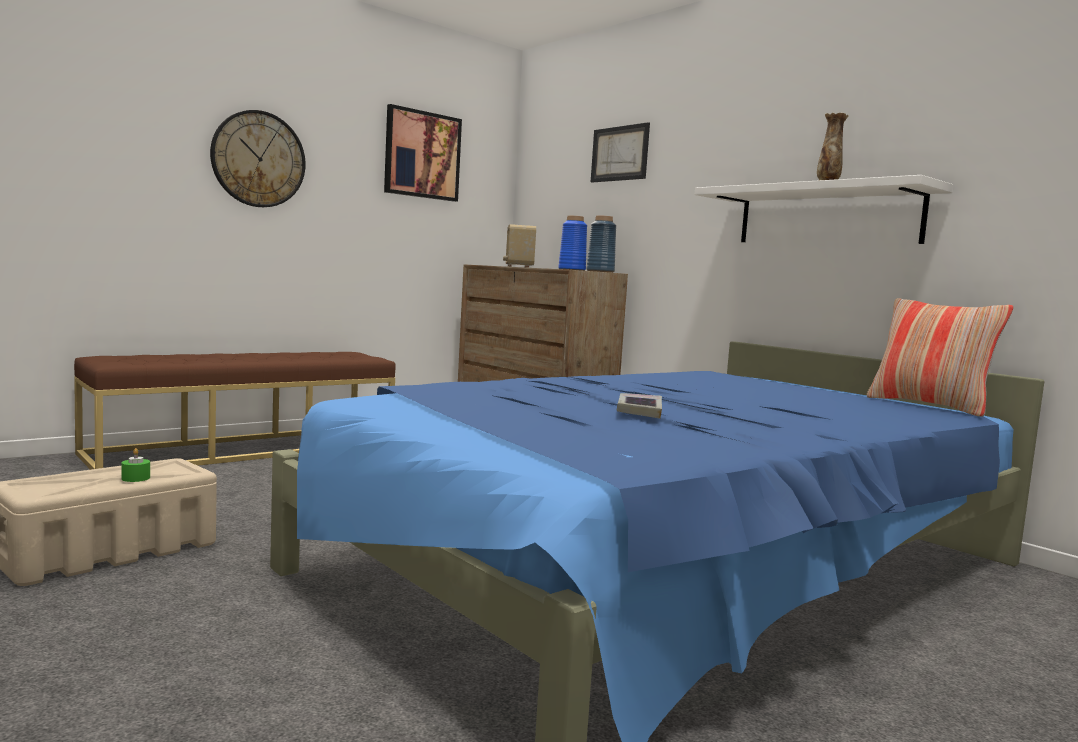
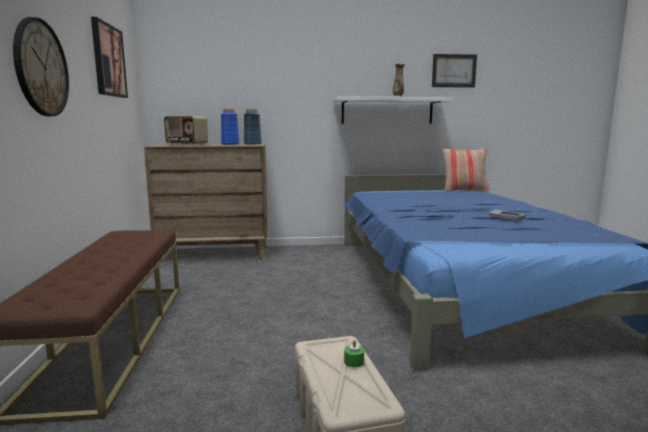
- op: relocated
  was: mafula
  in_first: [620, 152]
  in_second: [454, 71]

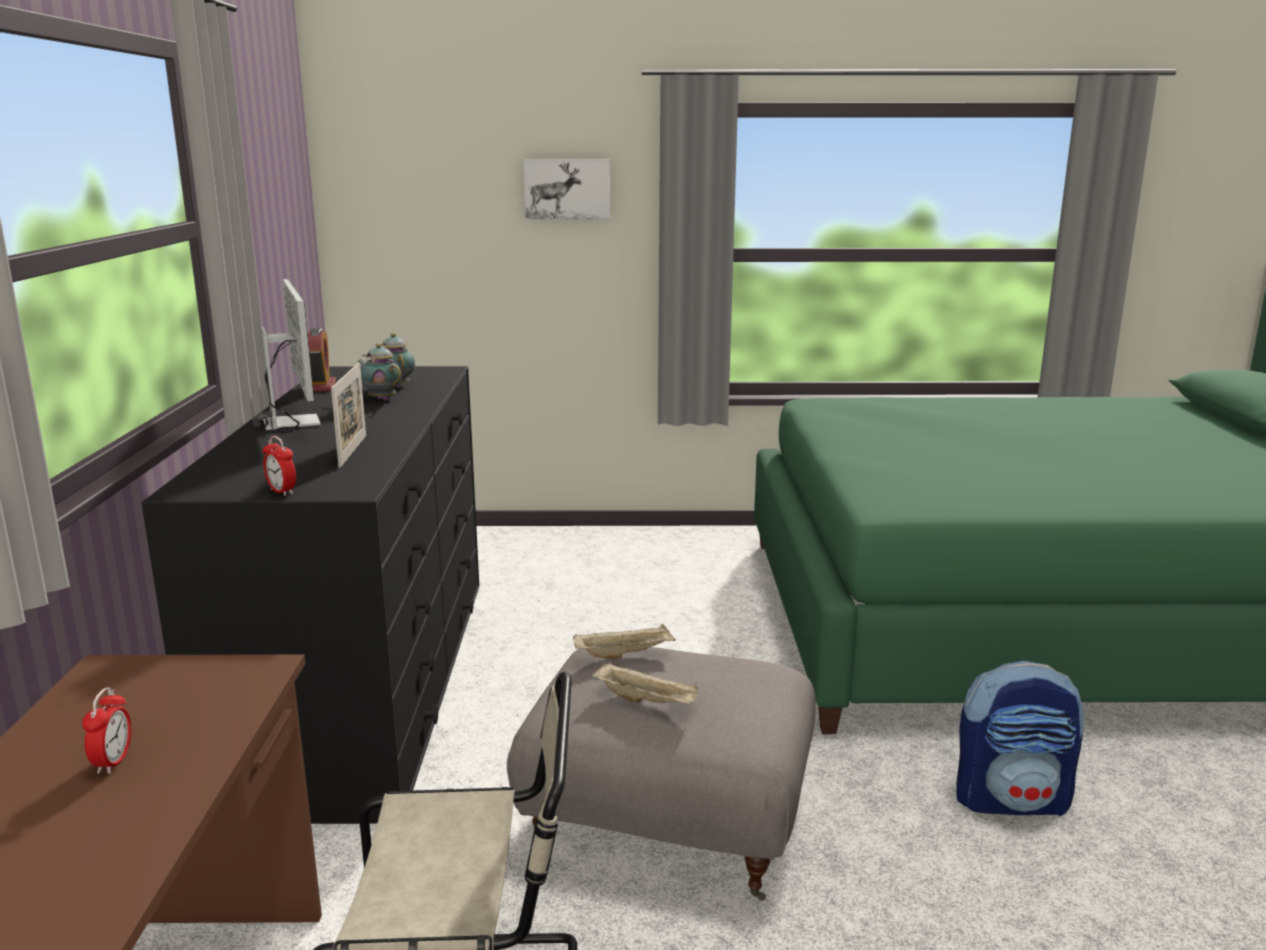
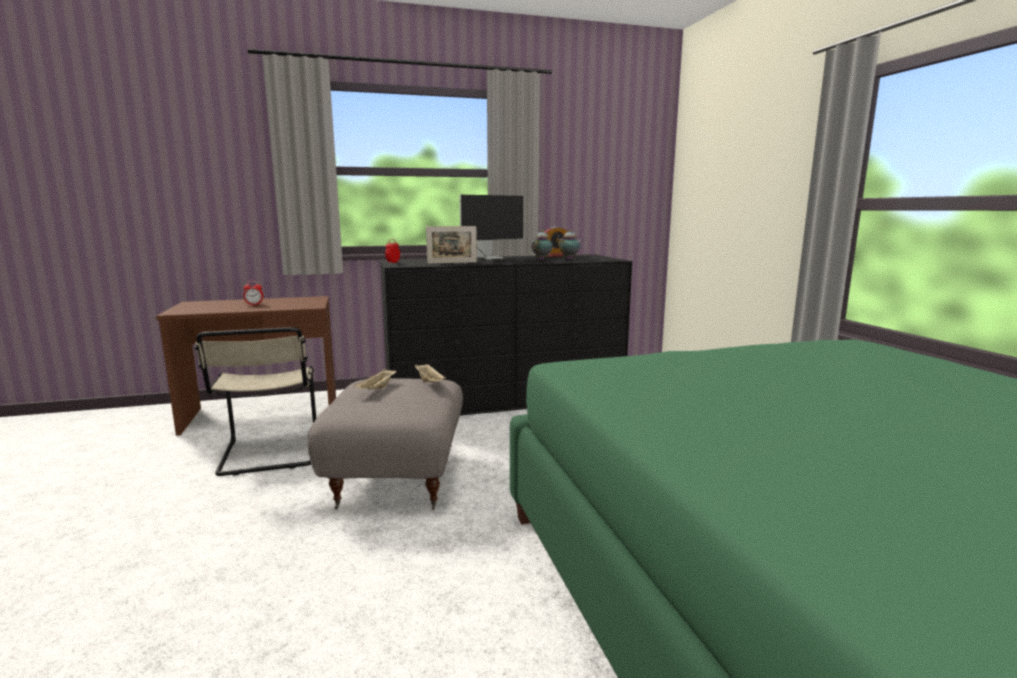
- op: missing
  was: mafula
  in_first: [567, 189]
- op: missing
  was: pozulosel
  in_first: [1020, 738]

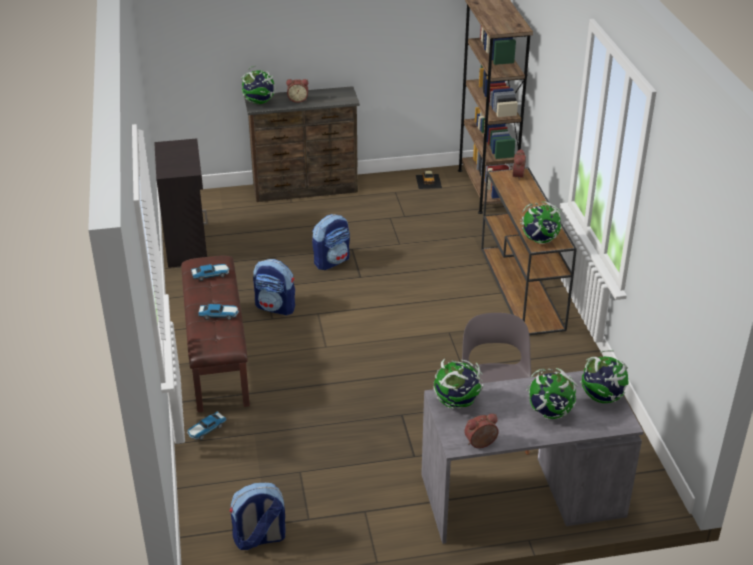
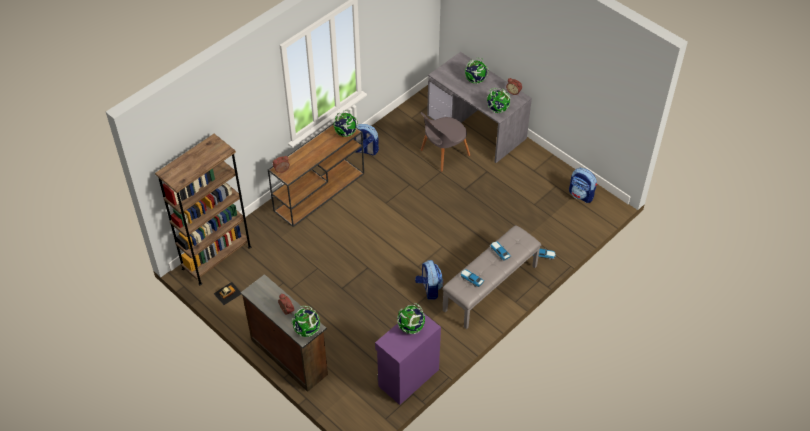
- op: colour
  was: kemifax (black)
  now: kemifax (purple)
  in_first: [181, 203]
  in_second: [408, 356]
- op: relocated
  was: pozulosel
  in_first: [331, 242]
  in_second: [366, 139]
- op: colour
  was: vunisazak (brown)
  now: vunisazak (grey)
  in_first: [215, 334]
  in_second: [491, 277]
- op: relocated
  was: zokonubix
  in_first: [604, 376]
  in_second: [411, 318]

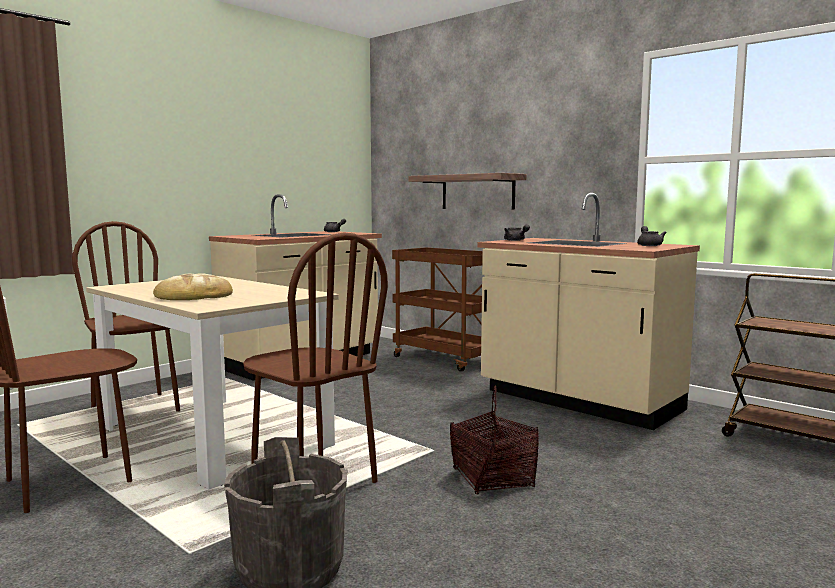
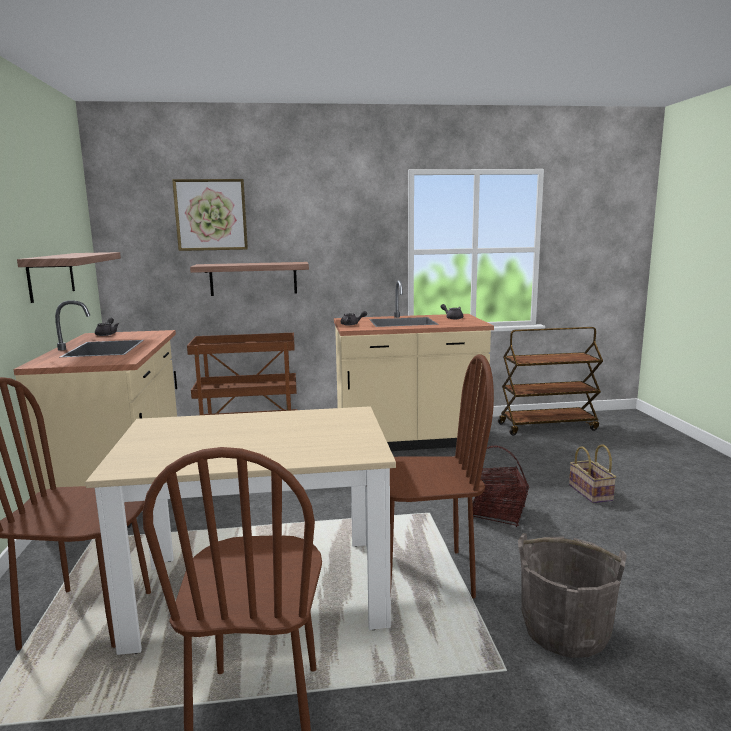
- op: missing
  was: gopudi
  in_first: [193, 286]
- op: appeared
  now: mafula
  in_second: [210, 215]
- op: appeared
  now: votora
  in_second: [69, 277]
- op: appeared
  now: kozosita
  in_second: [592, 473]

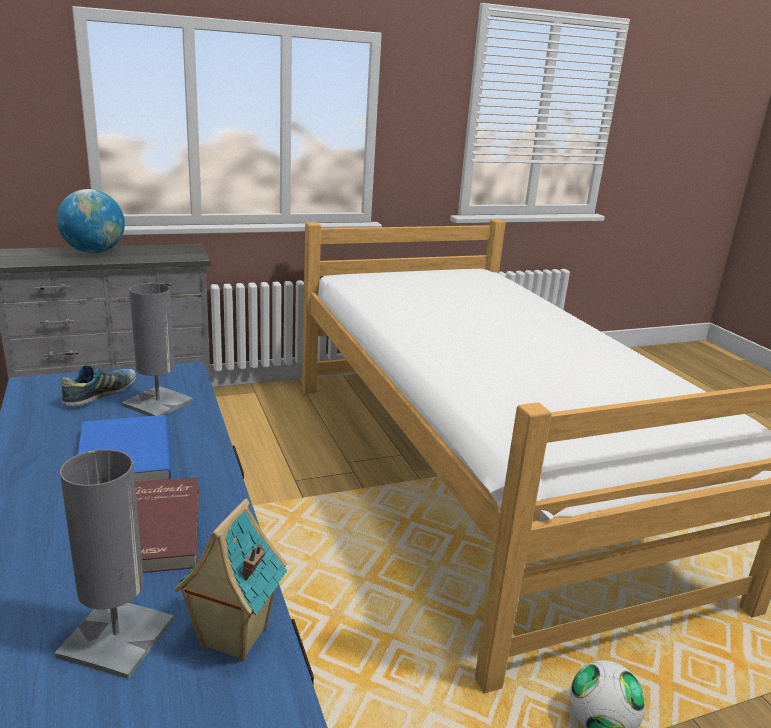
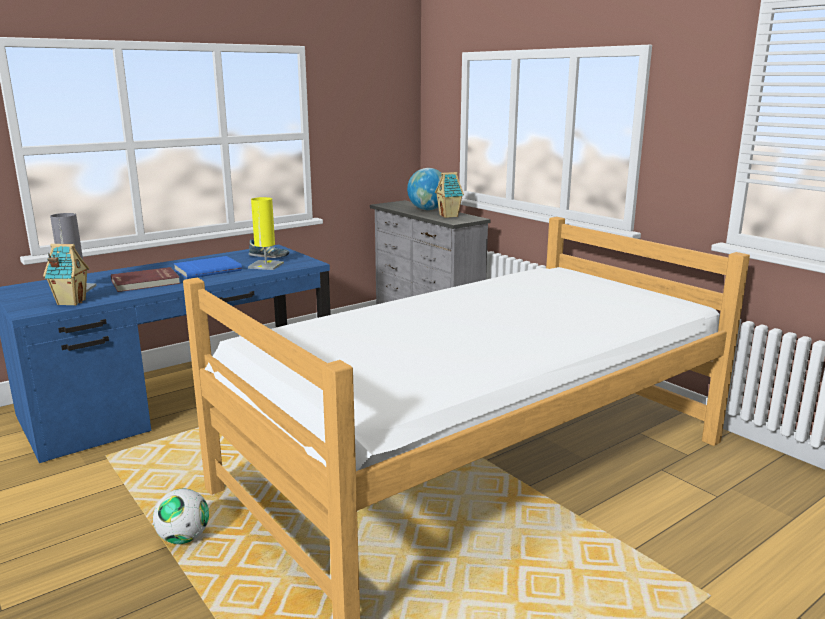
- op: colour
  was: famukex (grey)
  now: famukex (yellow)
  in_first: [157, 349]
  in_second: [266, 233]
- op: appeared
  now: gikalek
  in_second: [449, 195]

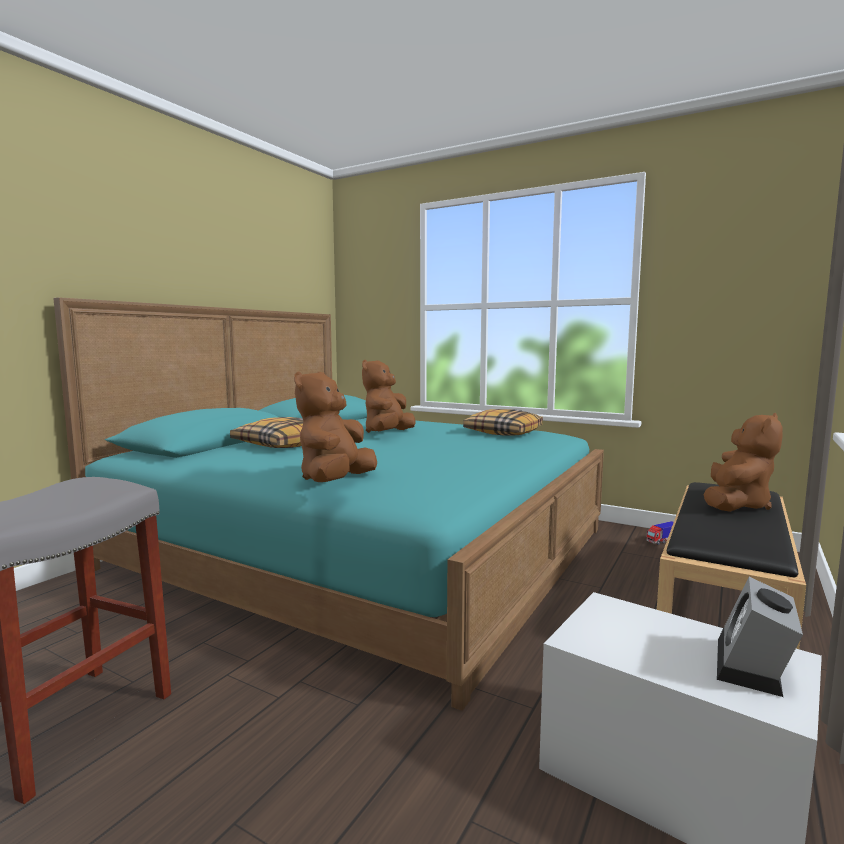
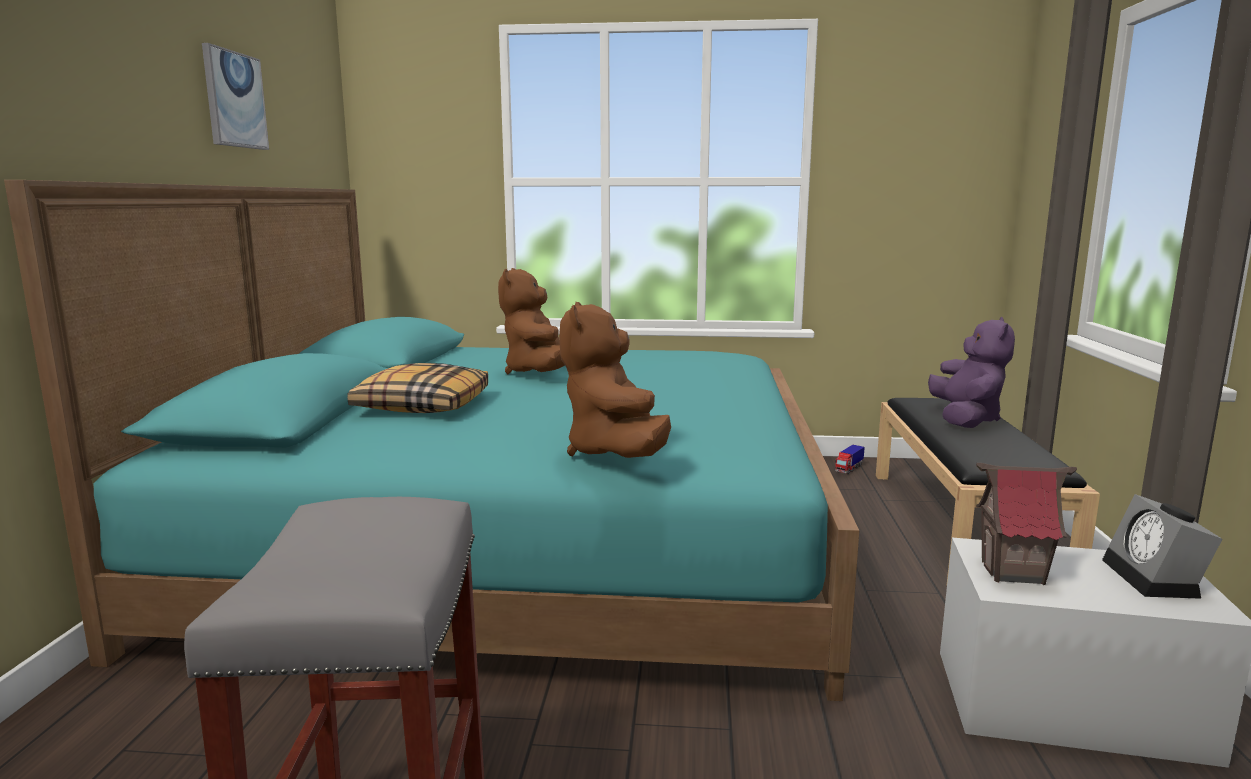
- op: missing
  was: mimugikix
  in_first: [503, 422]
- op: colour
  was: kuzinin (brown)
  now: kuzinin (purple)
  in_first: [743, 462]
  in_second: [971, 372]
- op: appeared
  now: mafula
  in_second: [235, 96]
- op: appeared
  now: gikalek
  in_second: [1026, 524]

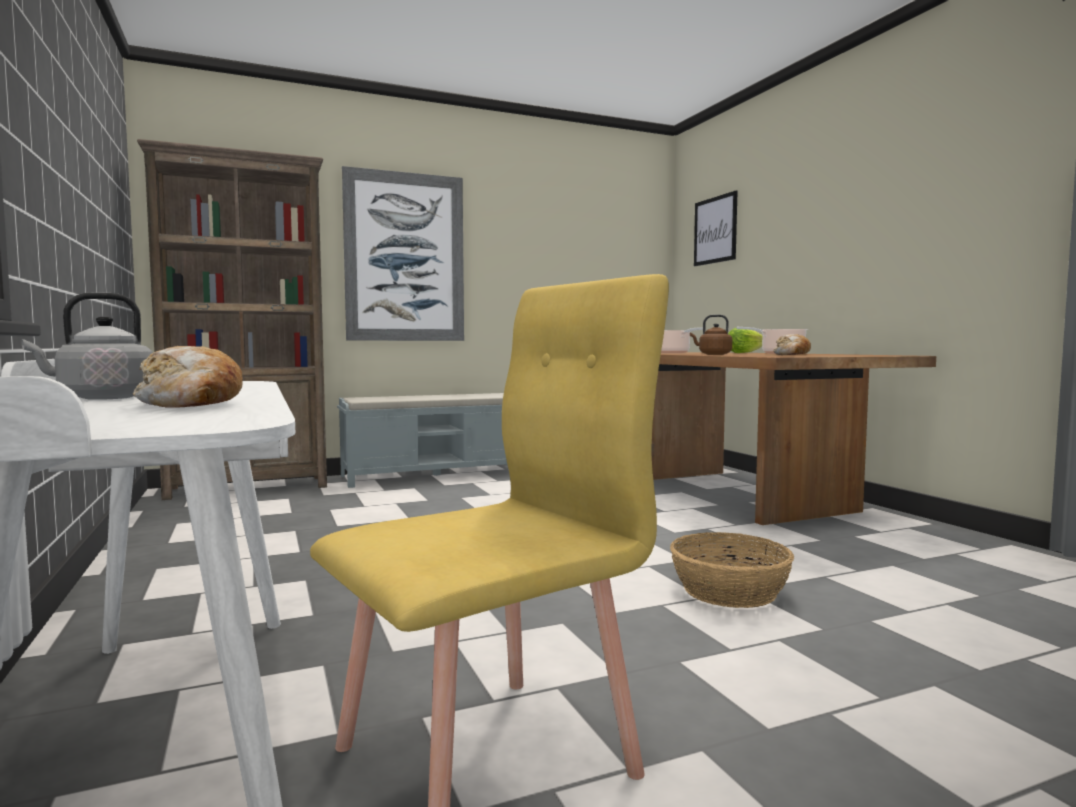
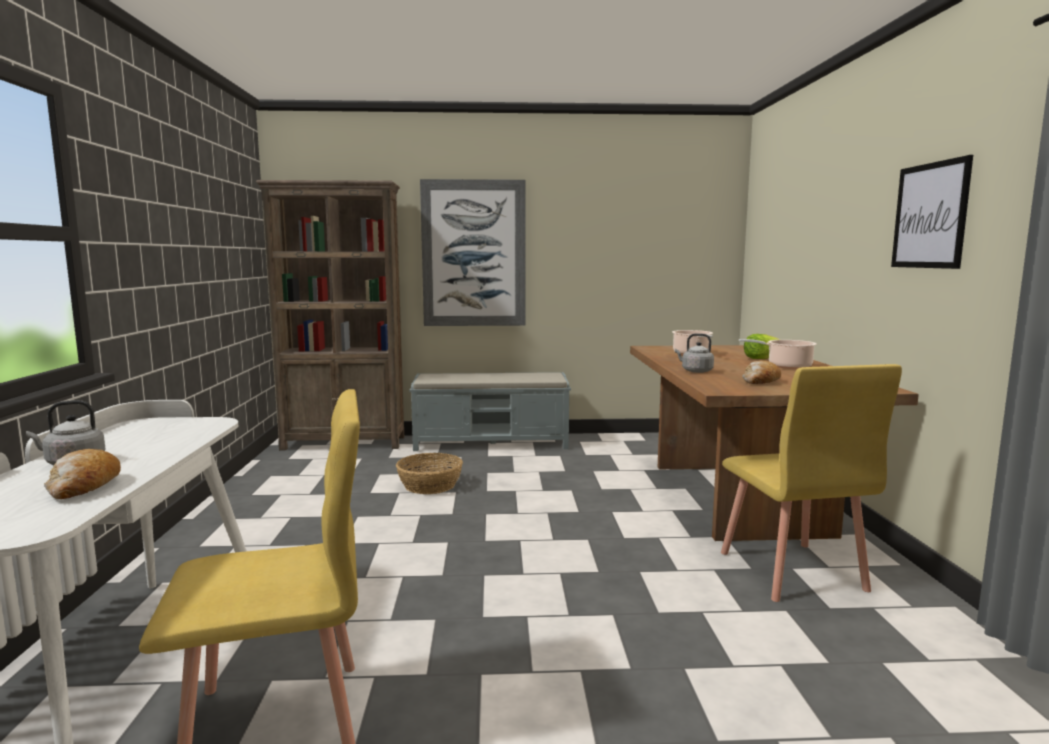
- op: relocated
  was: mafula
  in_first: [716, 228]
  in_second: [932, 212]
- op: colour
  was: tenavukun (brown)
  now: tenavukun (grey)
  in_first: [711, 334]
  in_second: [694, 353]
- op: relocated
  was: kozosita
  in_first: [732, 570]
  in_second: [429, 473]
- op: appeared
  now: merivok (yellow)
  in_second: [811, 483]

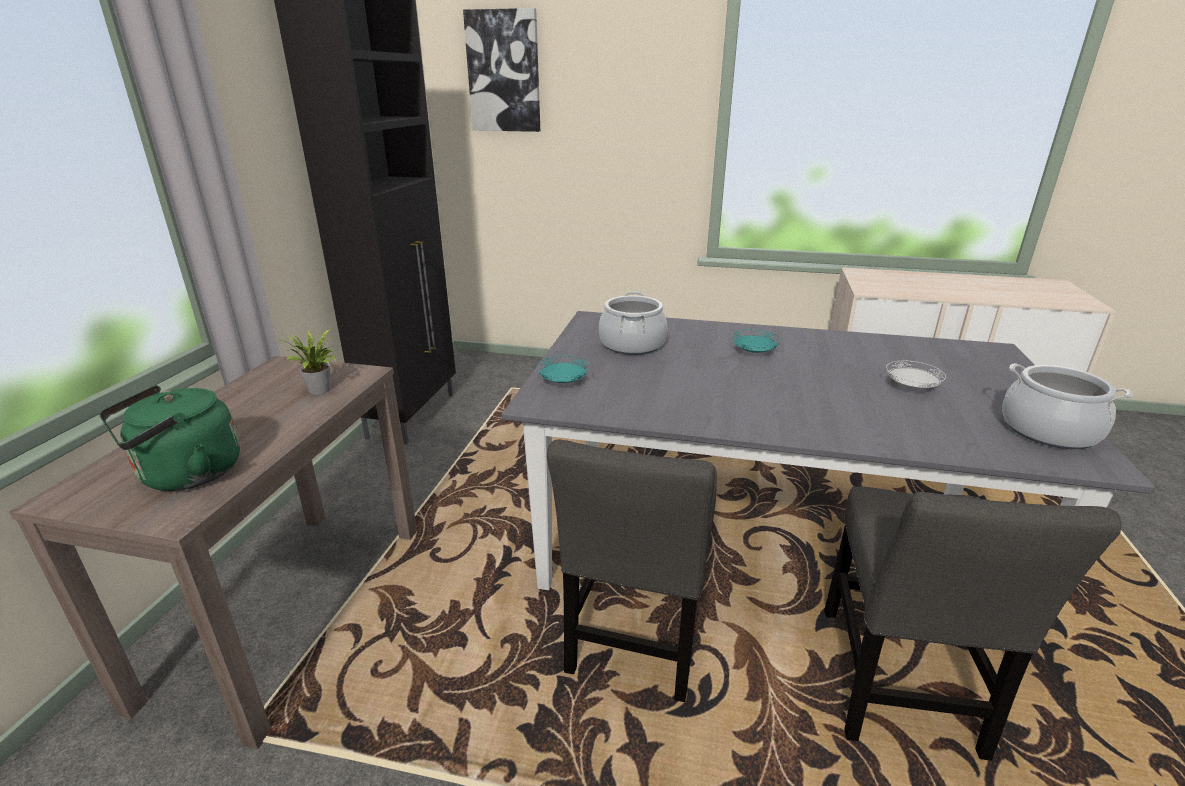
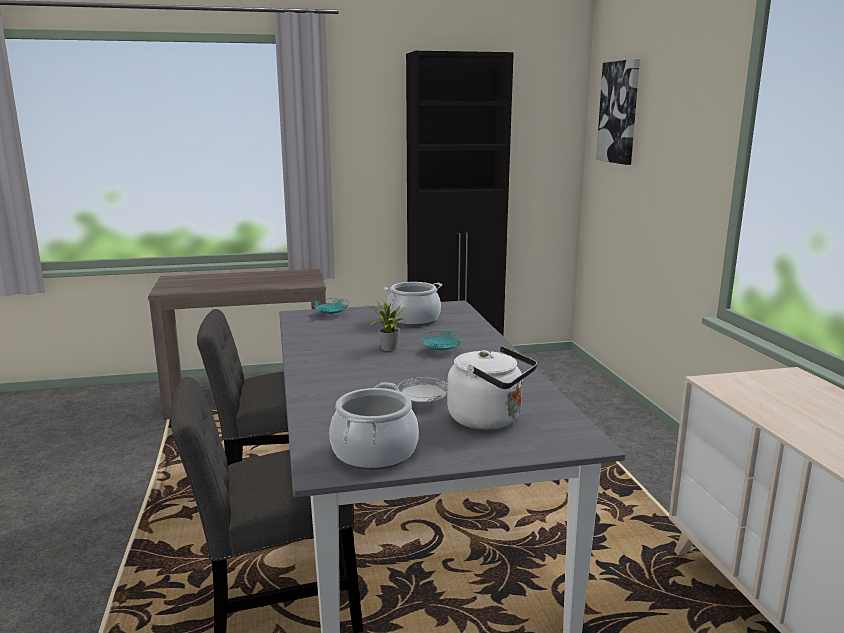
- op: relocated
  was: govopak
  in_first: [309, 361]
  in_second: [391, 325]
- op: missing
  was: tenavukun (green)
  in_first: [169, 438]
- op: appeared
  now: tenavukun (white)
  in_second: [492, 388]

